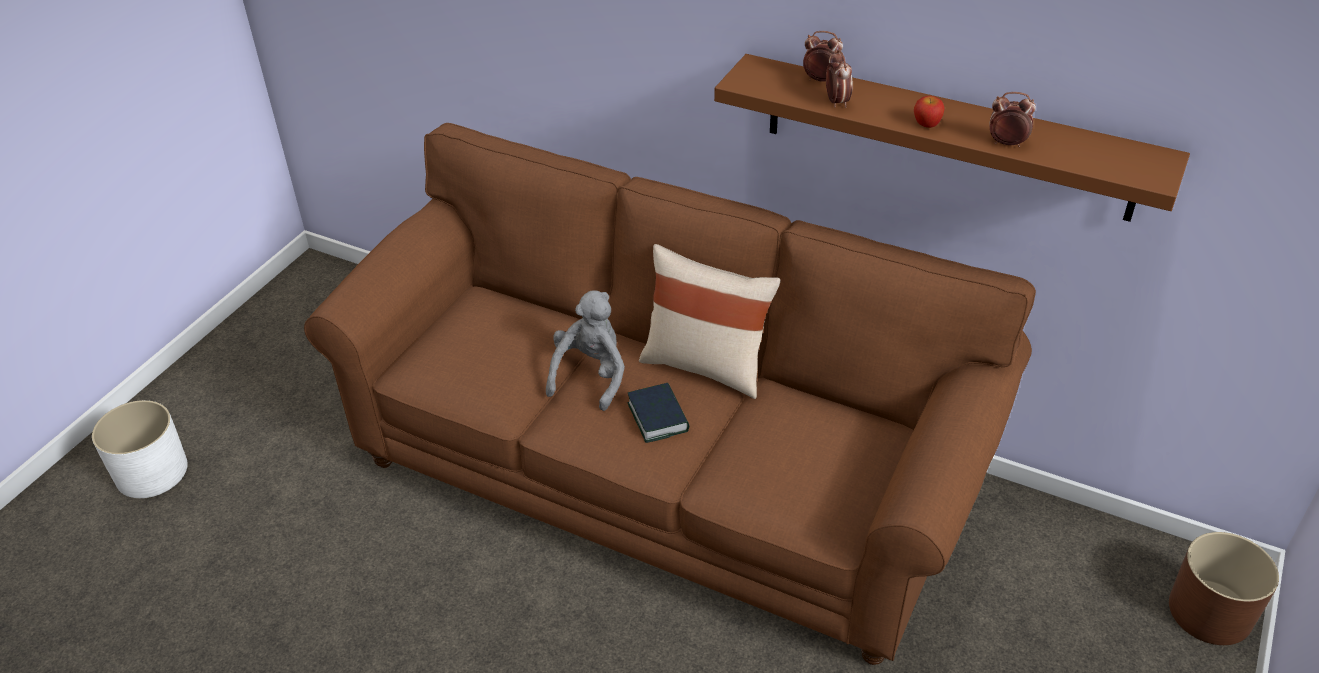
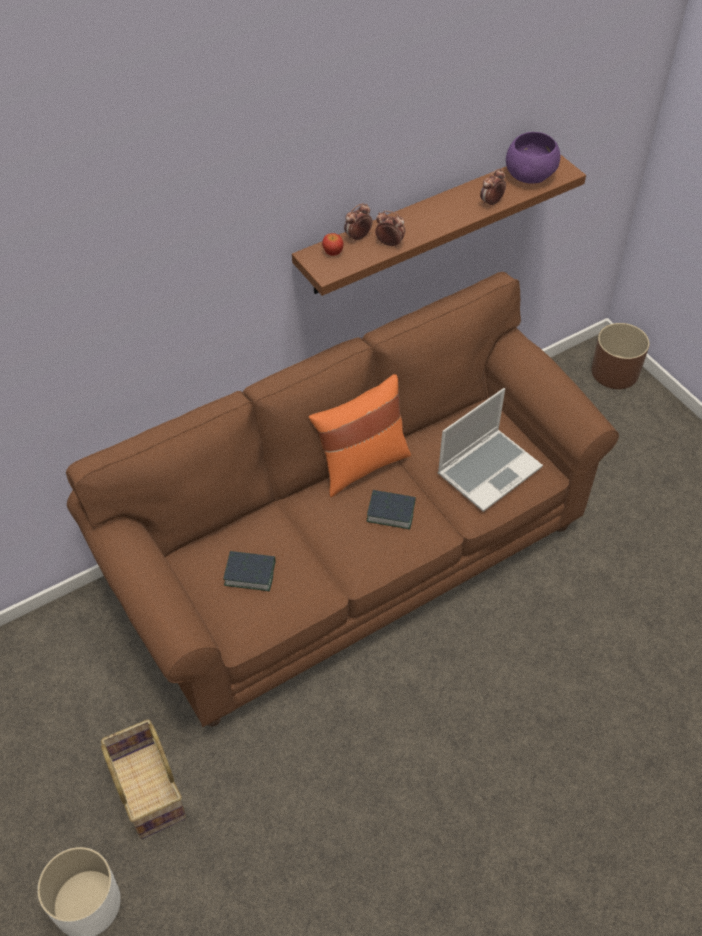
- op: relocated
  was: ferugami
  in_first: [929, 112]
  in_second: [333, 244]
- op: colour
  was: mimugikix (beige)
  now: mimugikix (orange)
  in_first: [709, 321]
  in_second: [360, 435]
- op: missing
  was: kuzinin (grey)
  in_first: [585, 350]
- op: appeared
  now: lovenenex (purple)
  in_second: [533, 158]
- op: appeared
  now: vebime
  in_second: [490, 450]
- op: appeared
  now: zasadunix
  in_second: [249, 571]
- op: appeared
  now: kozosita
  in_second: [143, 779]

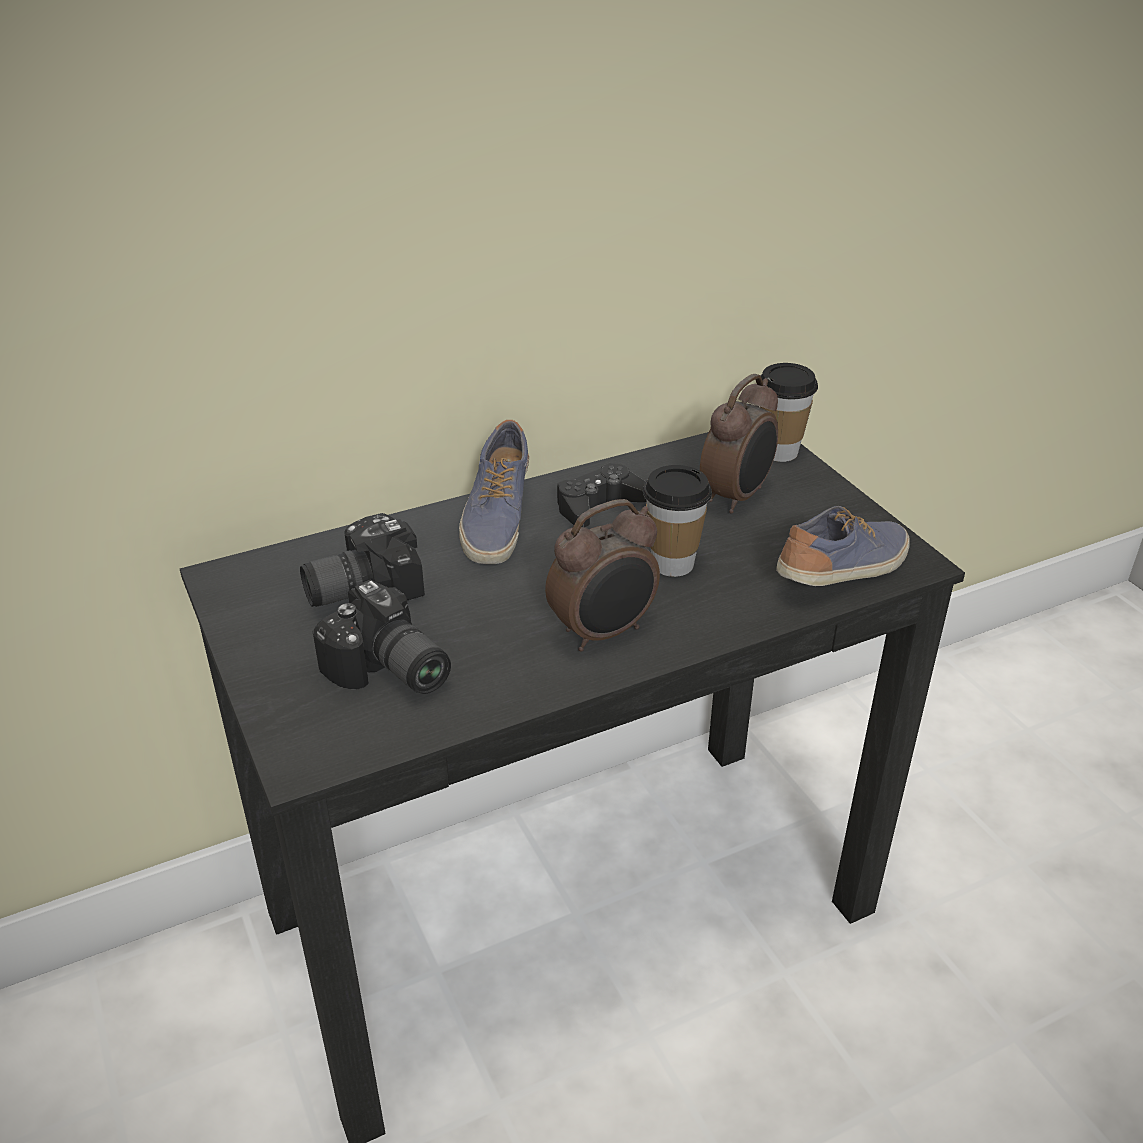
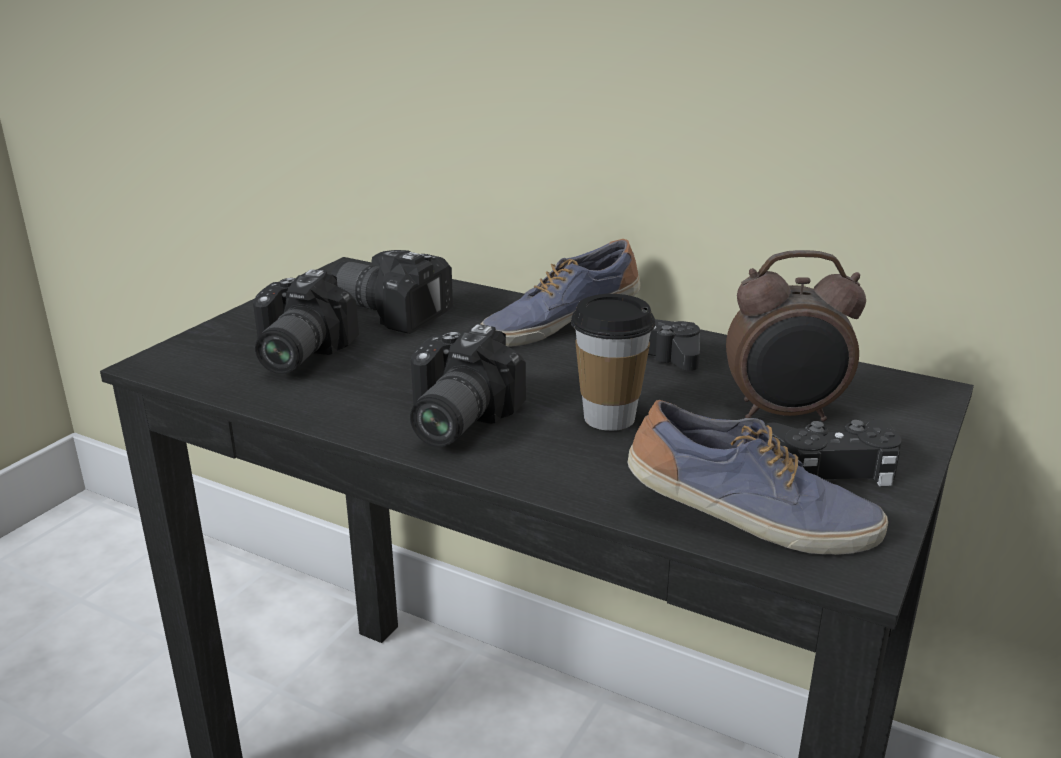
- op: missing
  was: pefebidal
  in_first: [789, 412]
- op: exchanged
  was: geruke
  now: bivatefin
  in_first: [602, 575]
  in_second: [468, 385]
- op: appeared
  now: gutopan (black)
  in_second: [833, 453]

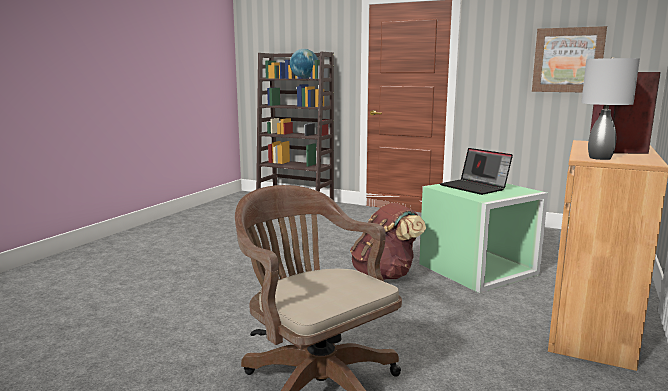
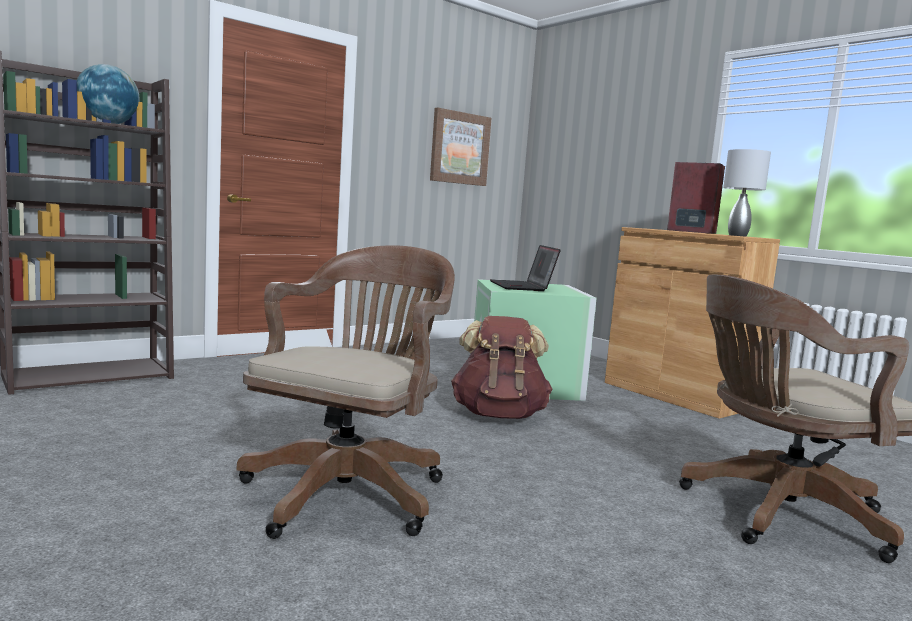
- op: spun
  was: vebime
  in_first: [476, 171]
  in_second: [525, 268]
  clockwise: 90
- op: appeared
  now: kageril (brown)
  in_second: [346, 392]

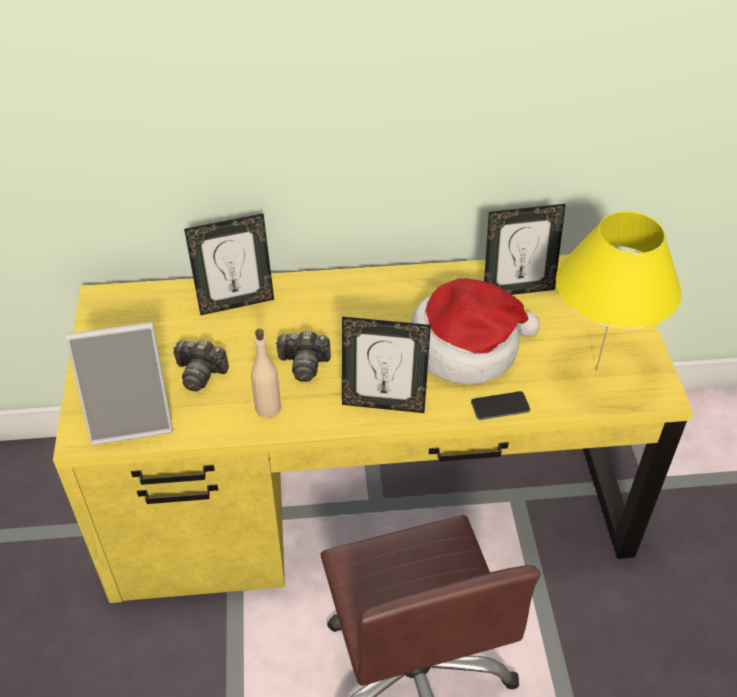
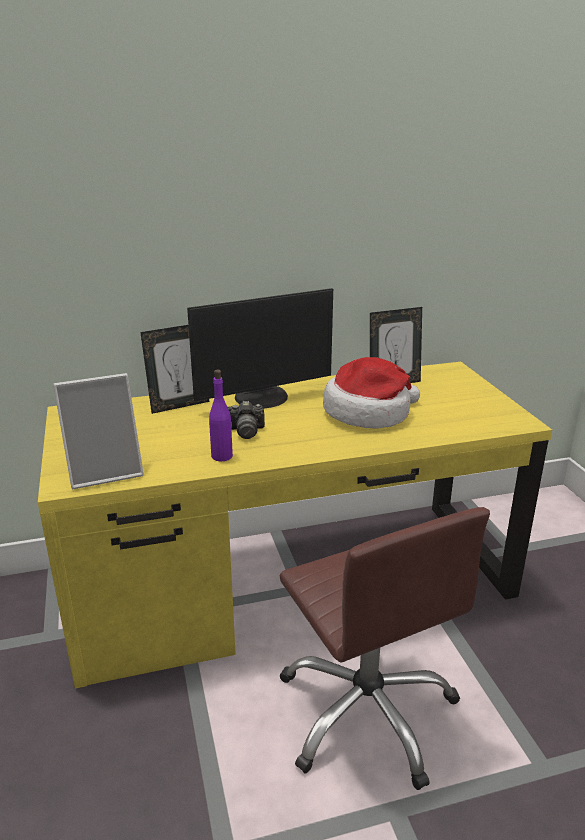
- op: missing
  was: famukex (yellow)
  in_first: [619, 290]
- op: missing
  was: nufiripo
  in_first: [386, 365]
- op: colour
  was: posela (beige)
  now: posela (purple)
  in_first: [266, 373]
  in_second: [221, 415]
- op: missing
  was: bivatefin
  in_first: [201, 365]
- op: missing
  was: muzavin
  in_first: [500, 405]
- op: appeared
  now: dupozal
  in_second: [260, 348]

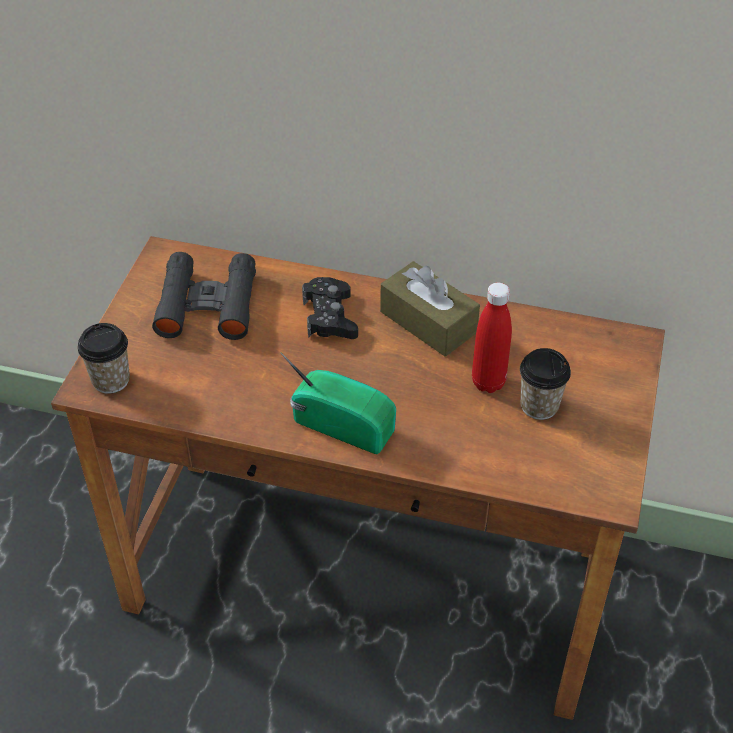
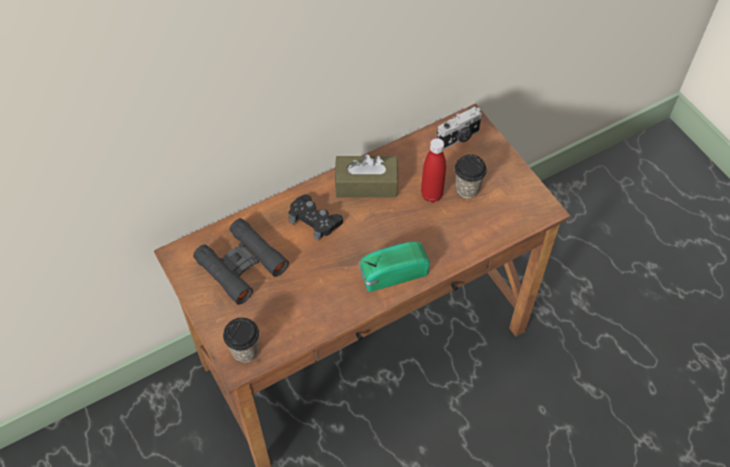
- op: appeared
  now: bivatefin
  in_second: [459, 128]

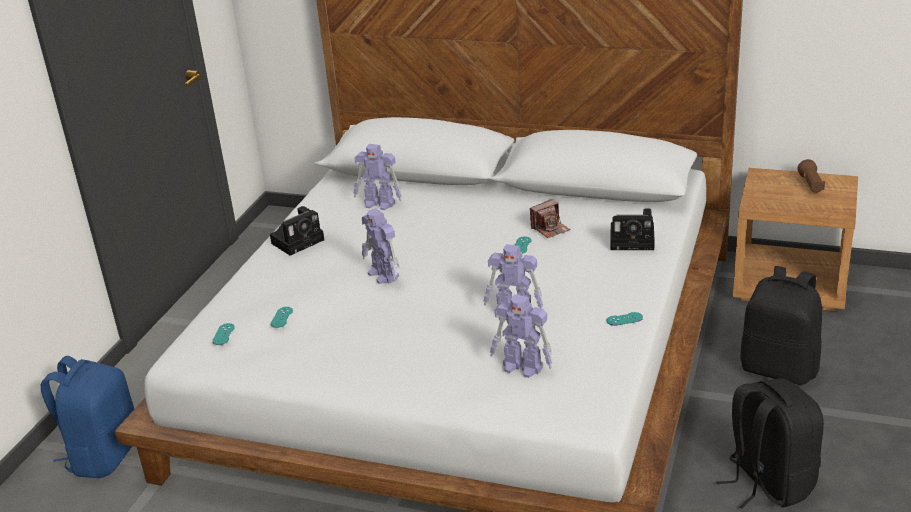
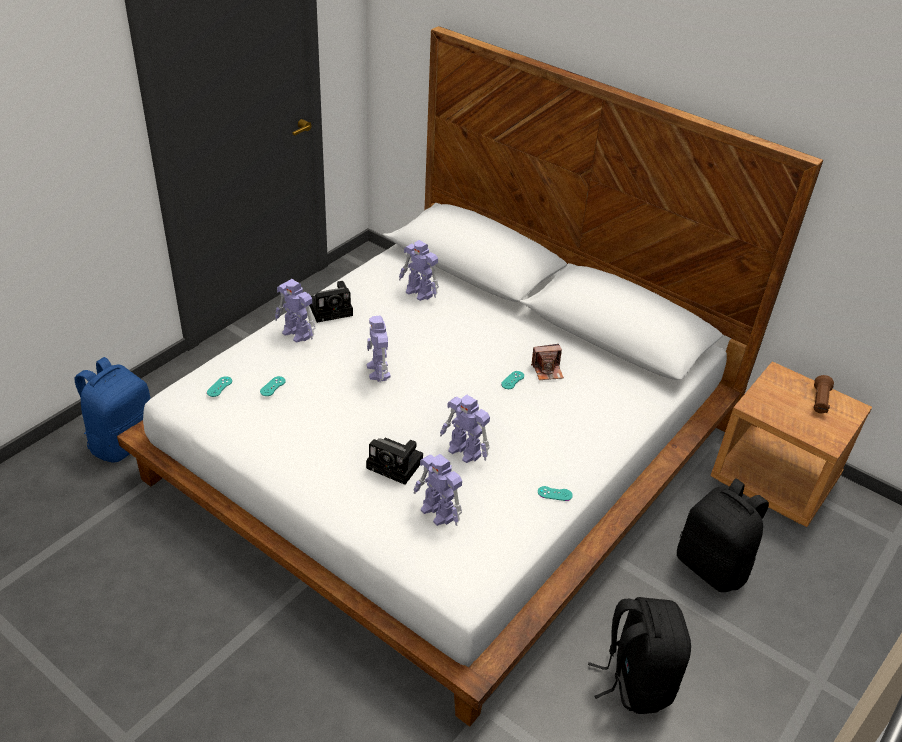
- op: relocated
  was: bivatefin
  in_first: [632, 229]
  in_second: [394, 461]
- op: appeared
  now: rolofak
  in_second: [295, 311]

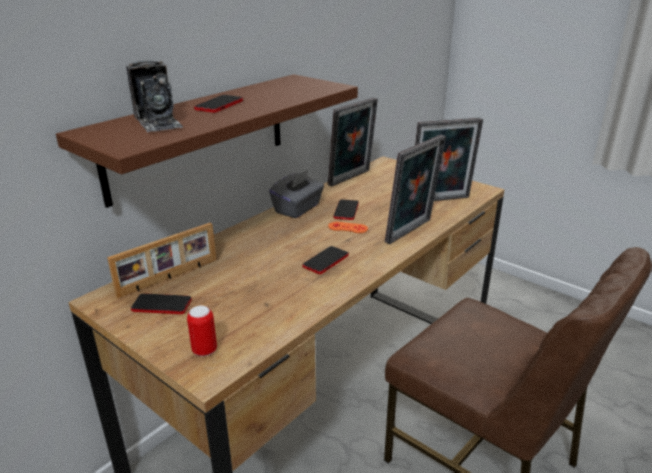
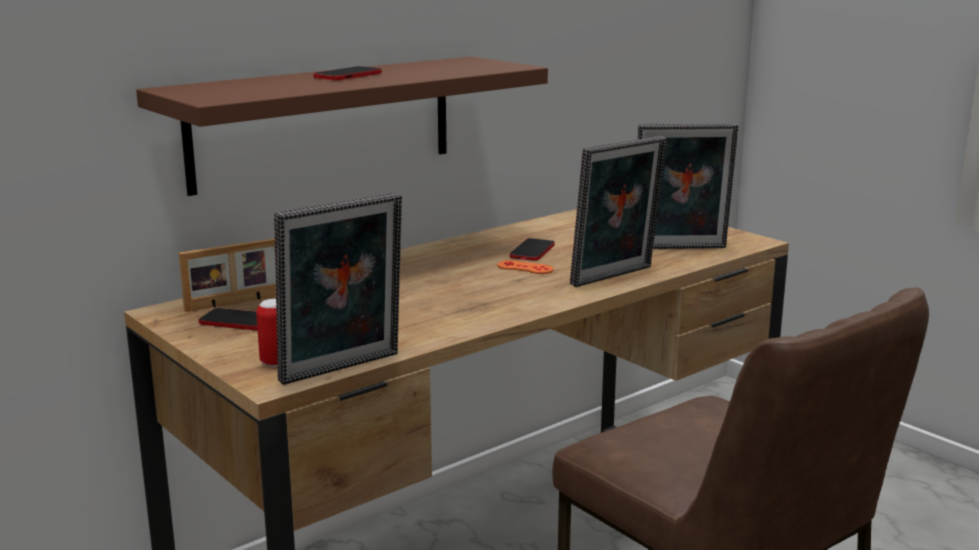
- op: missing
  was: bivatefin
  in_first: [154, 96]
- op: relocated
  was: nufiripo
  in_first: [353, 142]
  in_second: [338, 289]
- op: missing
  was: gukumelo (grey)
  in_first: [296, 193]
- op: missing
  was: muzavin
  in_first: [325, 260]

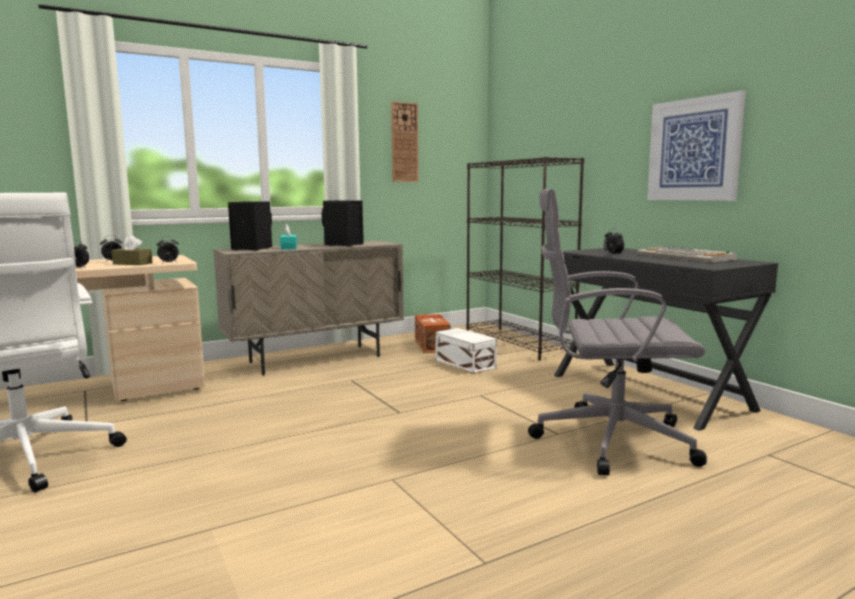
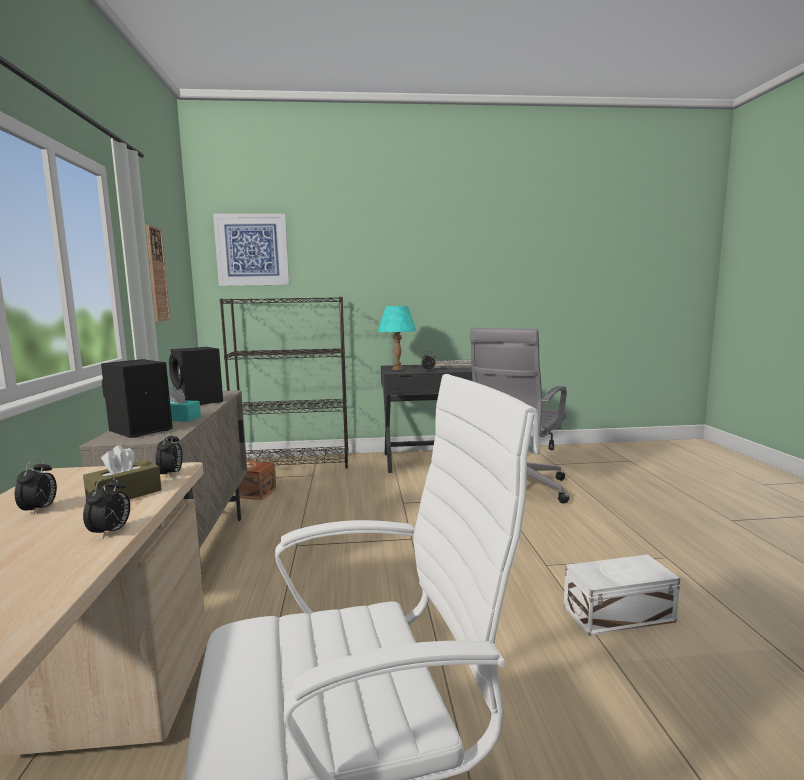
- op: relocated
  was: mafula
  in_first: [696, 145]
  in_second: [251, 249]
- op: relocated
  was: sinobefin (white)
  in_first: [466, 351]
  in_second: [622, 595]
- op: appeared
  now: famukex (turquoise)
  in_second: [397, 338]

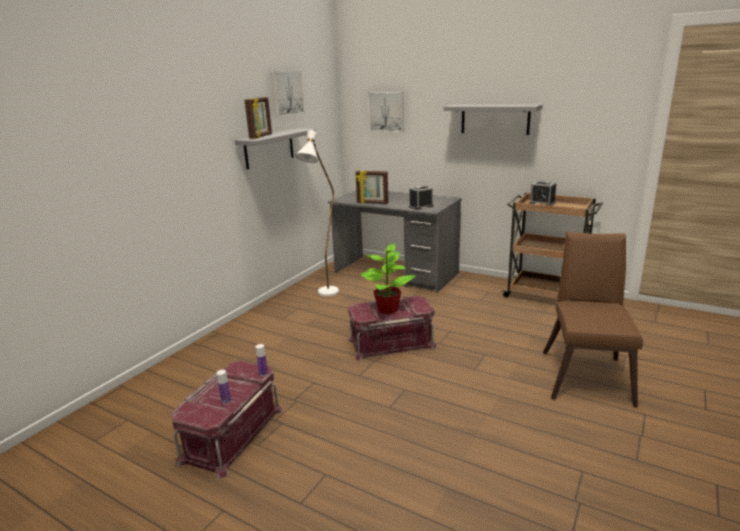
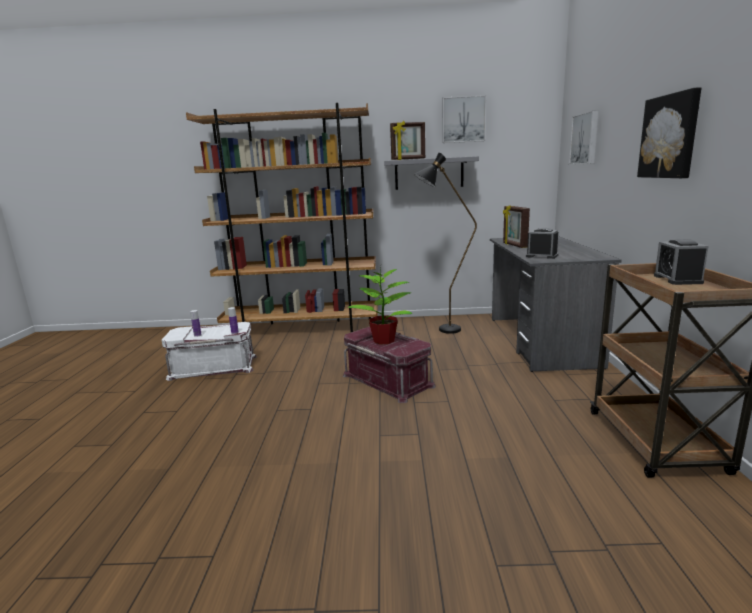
- op: exchanged
  was: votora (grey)
  now: mafula
  in_first: [493, 119]
  in_second: [669, 132]
- op: colour
  was: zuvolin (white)
  now: zuvolin (black)
  in_first: [317, 213]
  in_second: [445, 243]
- op: missing
  was: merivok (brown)
  in_first: [593, 320]
- op: colour
  was: sinobefin (red)
  now: sinobefin (white)
  in_first: [227, 420]
  in_second: [209, 351]
- op: appeared
  now: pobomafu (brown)
  in_second: [282, 217]

